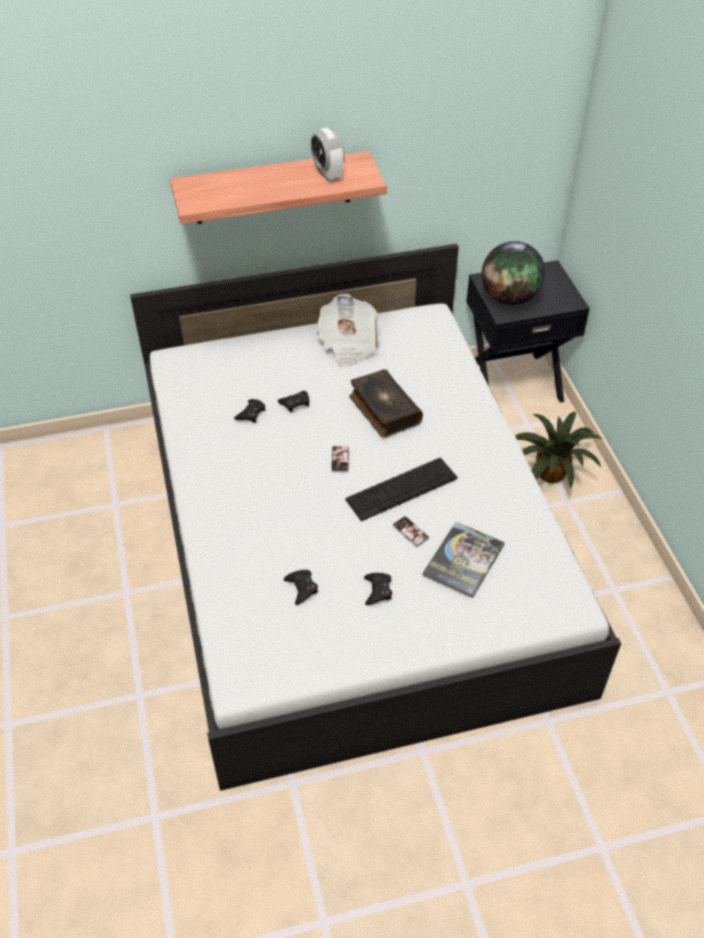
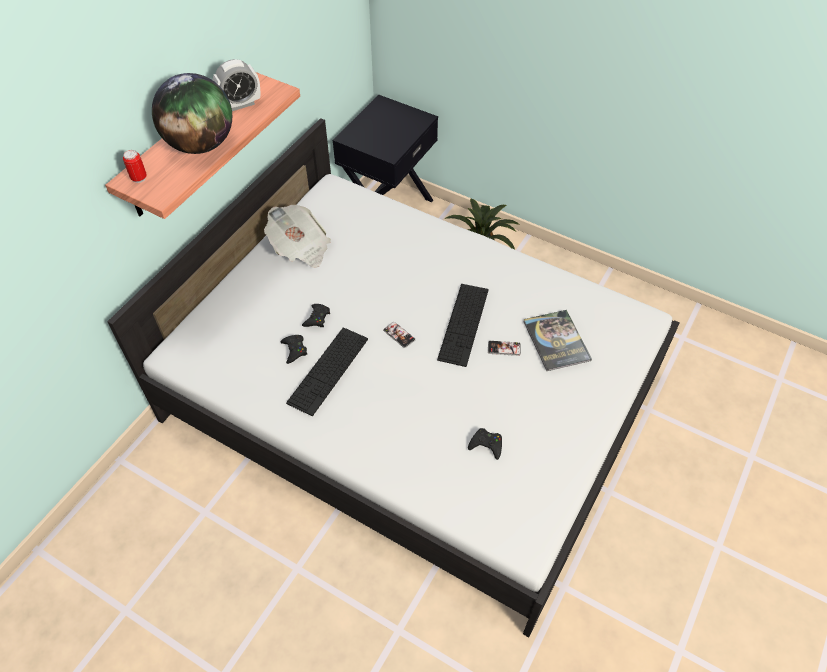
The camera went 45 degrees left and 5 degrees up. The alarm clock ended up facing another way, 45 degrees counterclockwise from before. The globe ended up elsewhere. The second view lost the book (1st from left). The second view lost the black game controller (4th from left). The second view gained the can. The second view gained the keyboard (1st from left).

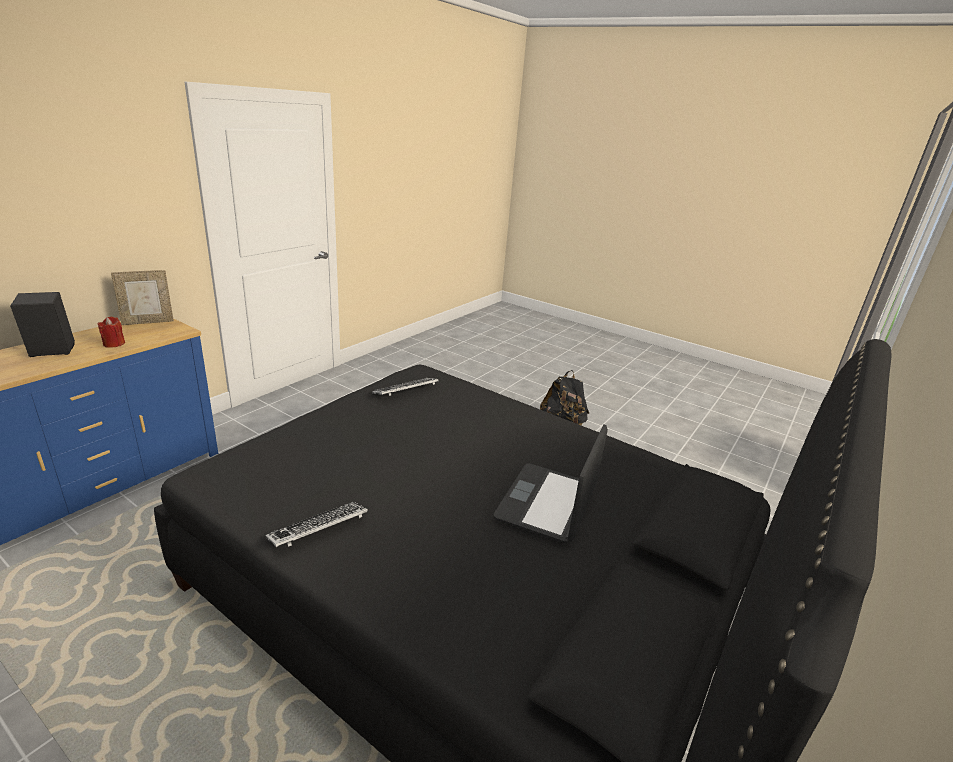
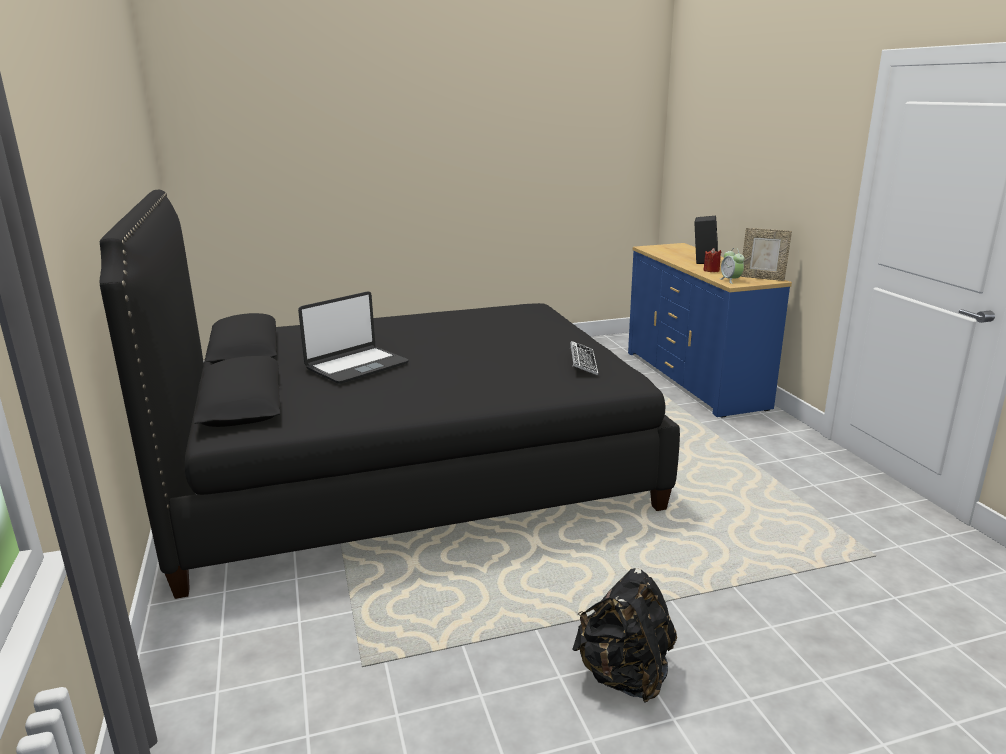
The camera went 130 degrees right and 5 degrees down. The picture frame ended up facing another way, 75 degrees counterclockwise from before. The laptop ended up facing another way, 75 degrees clockwise from before. The second view lost the keyboard (1st from left). The second view gained the alarm clock.

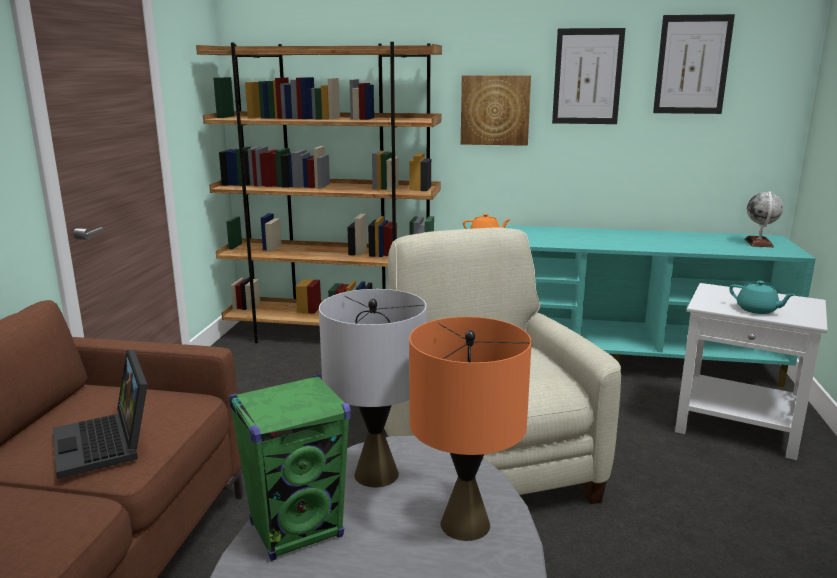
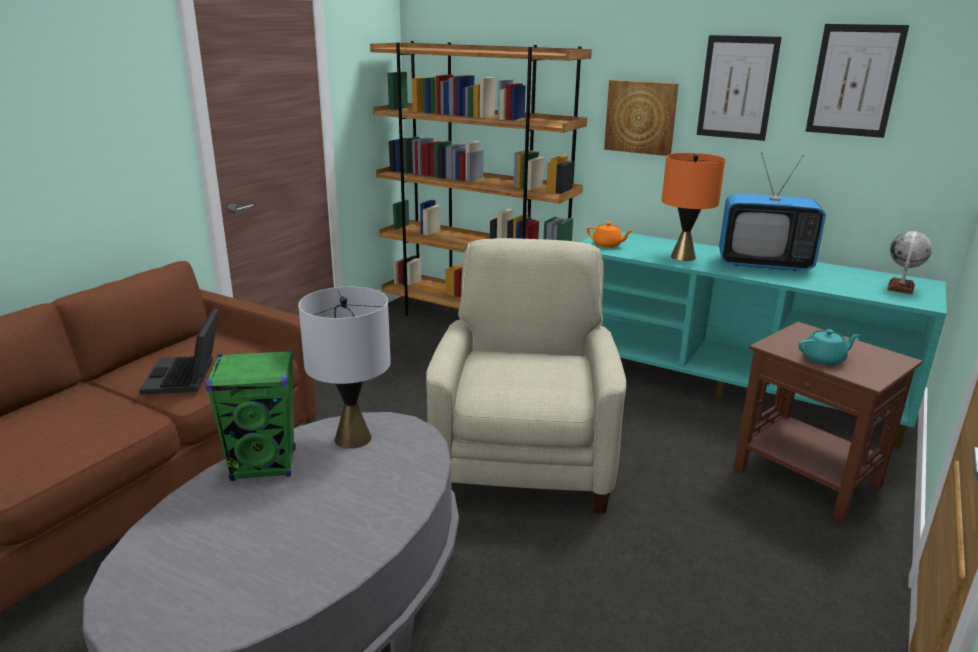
The camera went 20 degrees right and 5 degrees up. The turquoise teapot ended up facing another way, 75 degrees counterclockwise from before. What was the white side table turned into the brown side table. The orange table lamp ended up elsewhere. The second view gained the television.

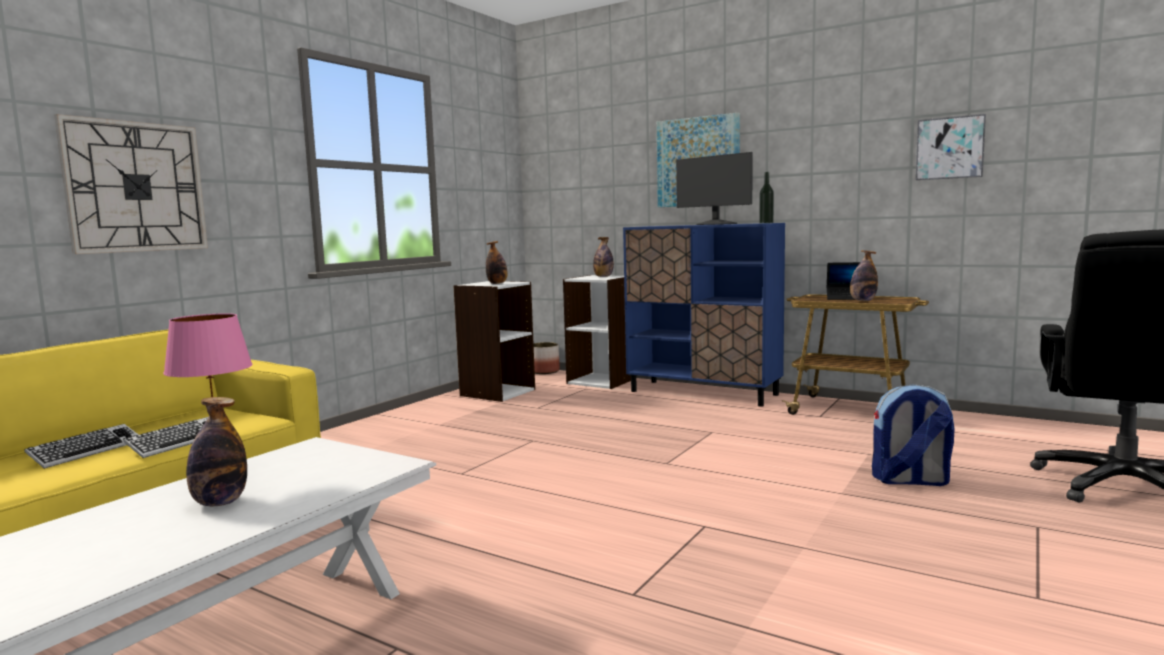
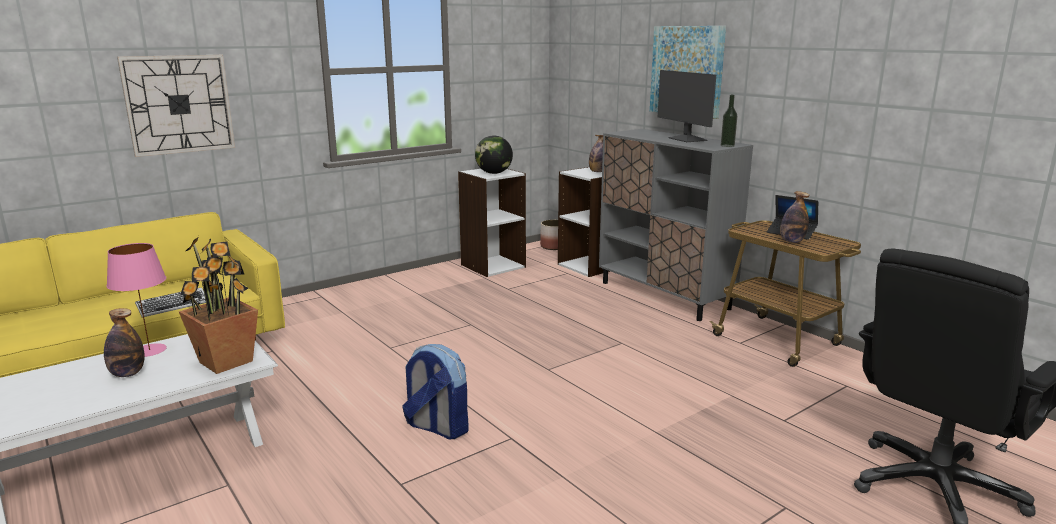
The camera went 20 degrees right and 10 degrees up. The second view lost the picture (2nd from left). What was the blue cabinet turned into the grey cabinet. Where the bottle (2nd from left) stood, the globe came to stand. The backpack ended up elsewhere. The second view lost the keyboard (1st from left). The second view gained the potted plant.

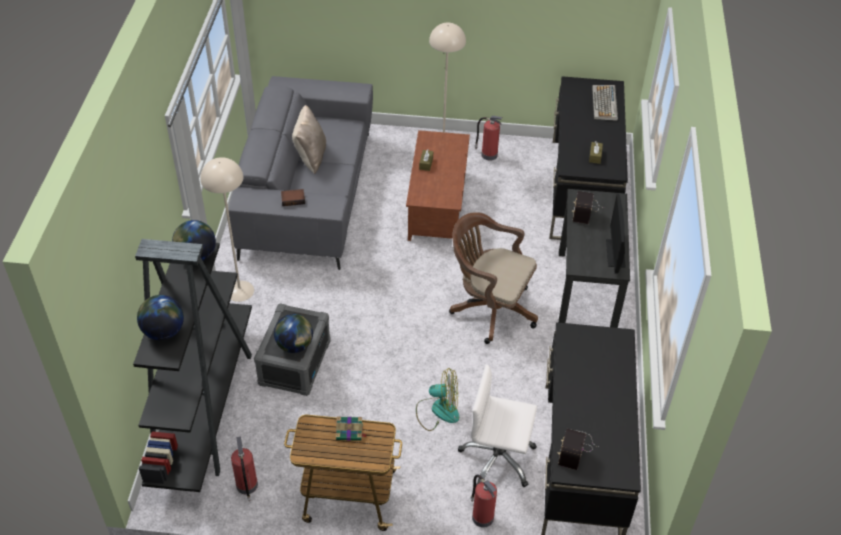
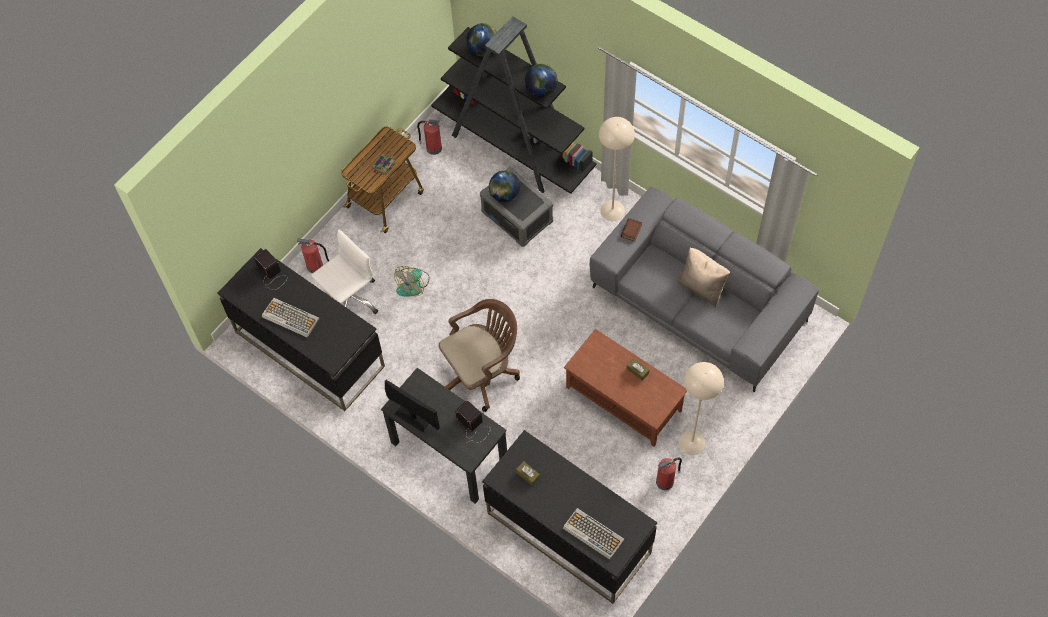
The camera went 125 degrees right and 15 degrees up. The second view gained the keyboard (1st from left).

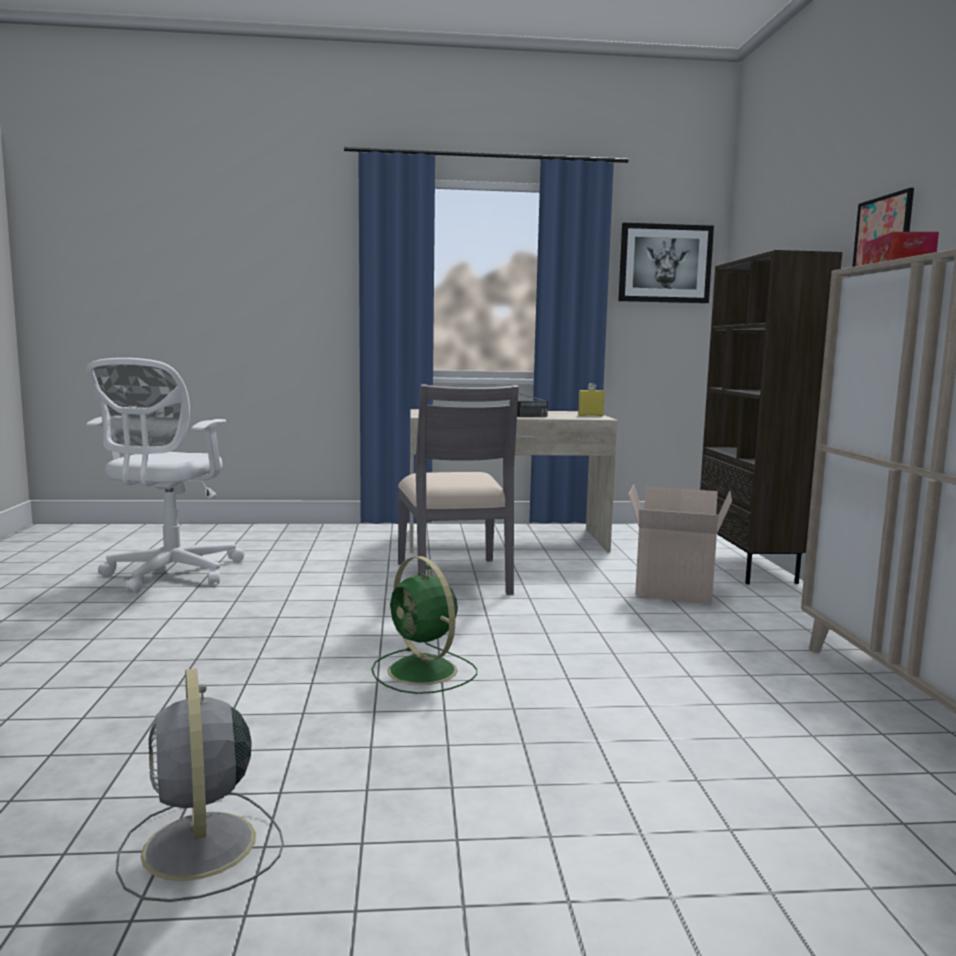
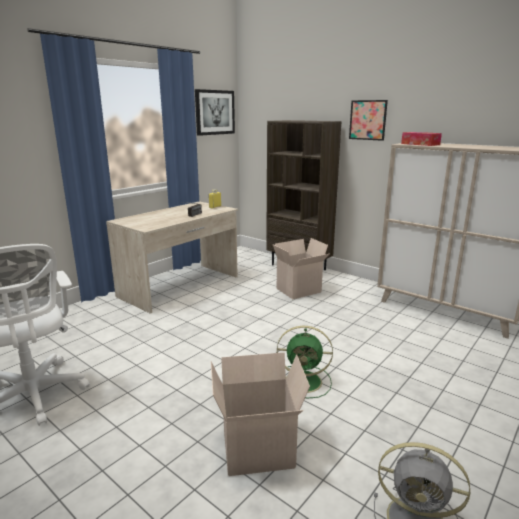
The camera went 45 degrees left and 10 degrees up. The second view lost the grey chair. The second view gained the cardboard box (1st from left).

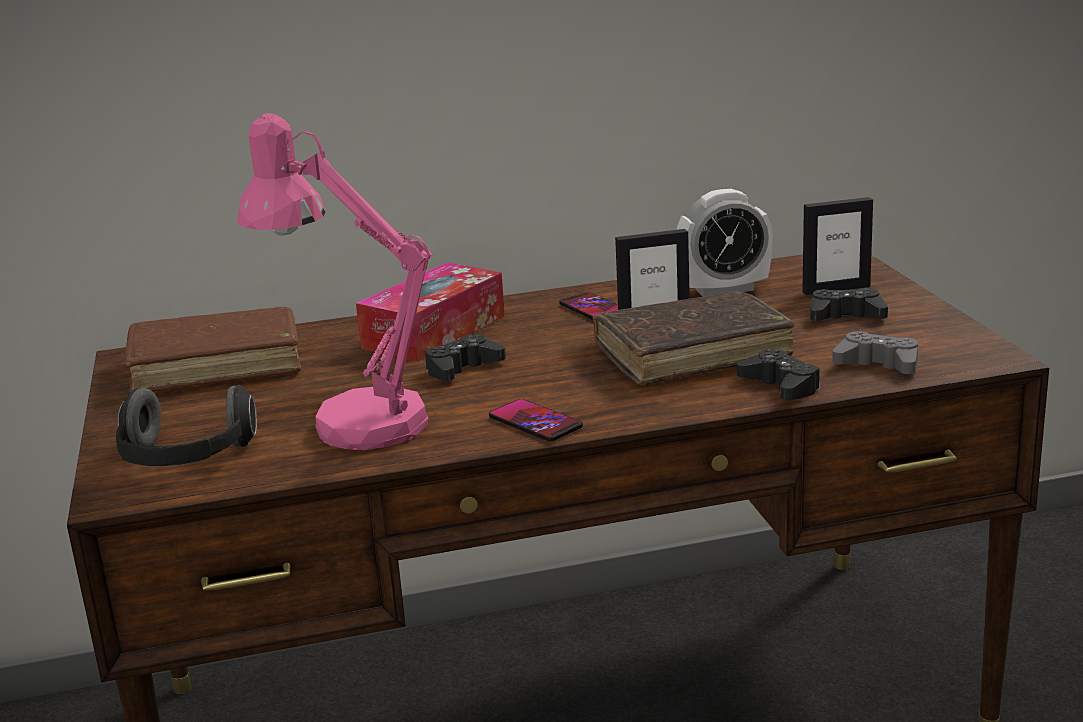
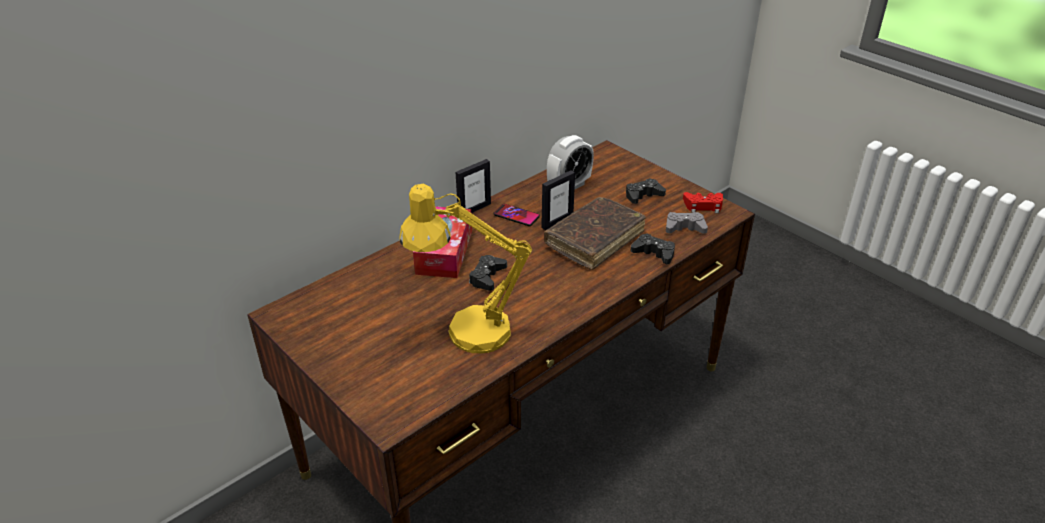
The camera went 30 degrees left and 15 degrees up. What was the pink table lamp turned into the yellow table lamp. The picture frame (2nd from left in the first image) ended up elsewhere. The second view lost the brown book (1st from left). The second view lost the headphones. The second view lost the phone (1st from left). The second view gained the red game controller.

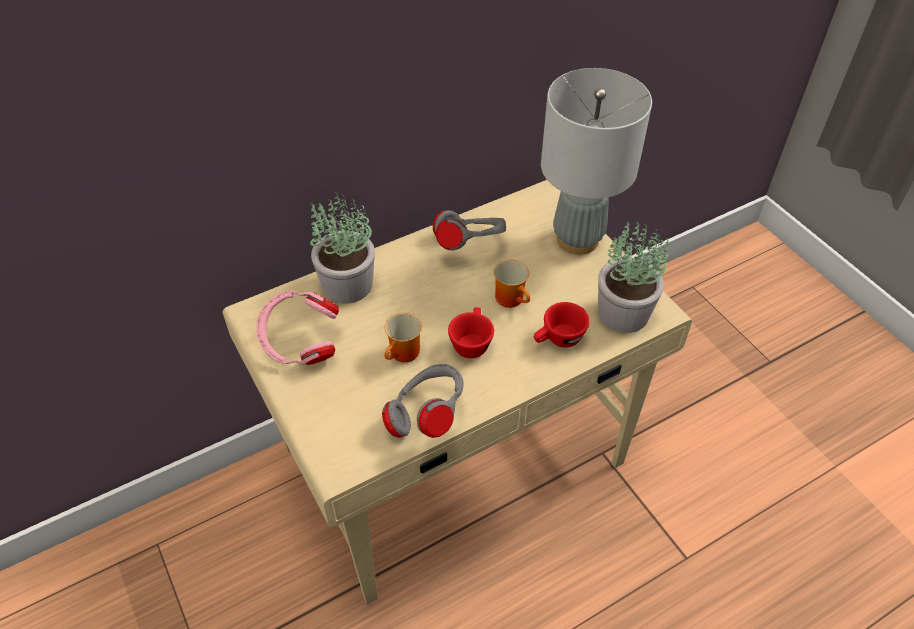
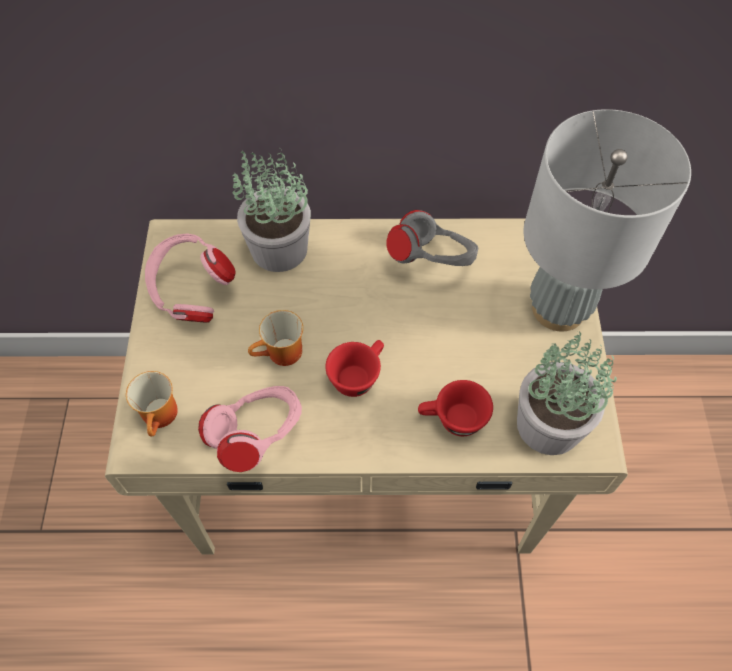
The camera went 30 degrees right and 10 degrees up. The mug (2nd from left in the first image) ended up elsewhere. What was the grey headphones (1st from left) turned into the pink headphones (2nd from left).

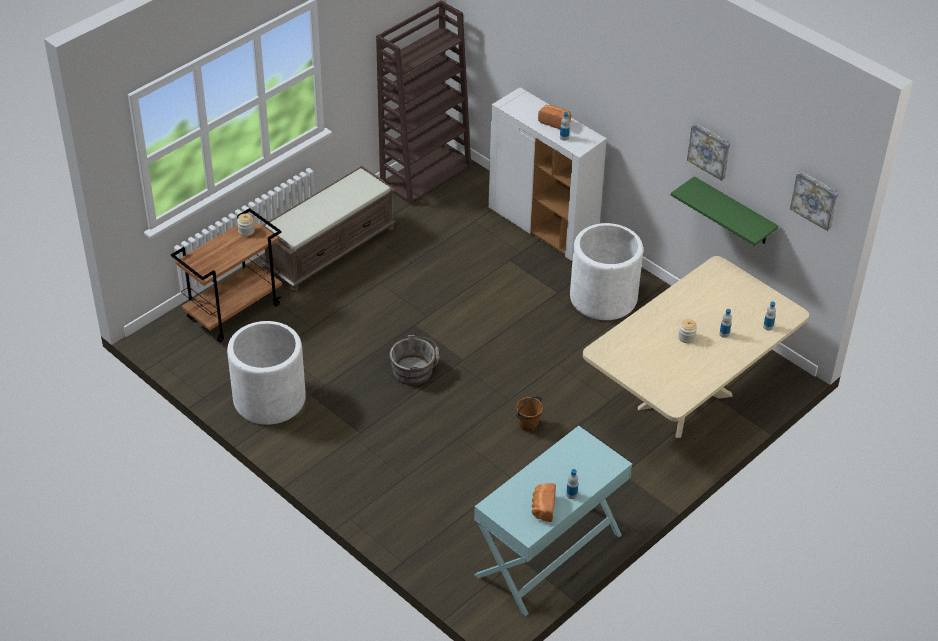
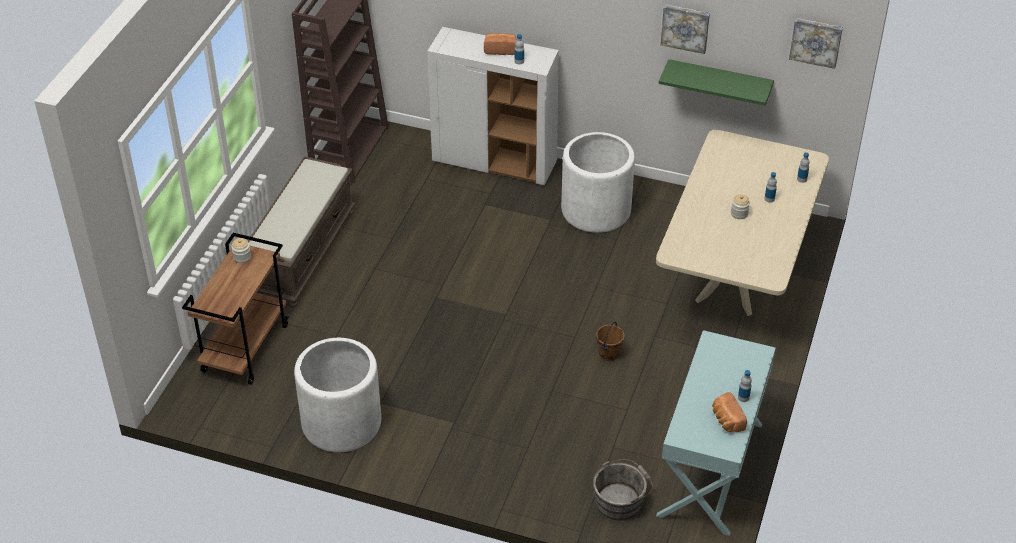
The camera went 25 degrees left and 0 degrees up. The grey bucket ended up elsewhere.

